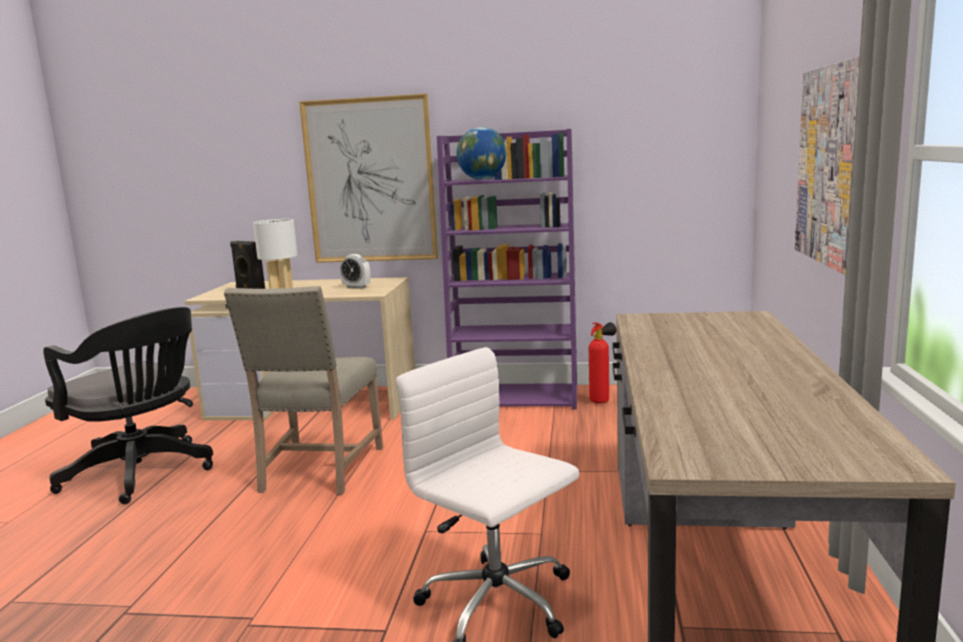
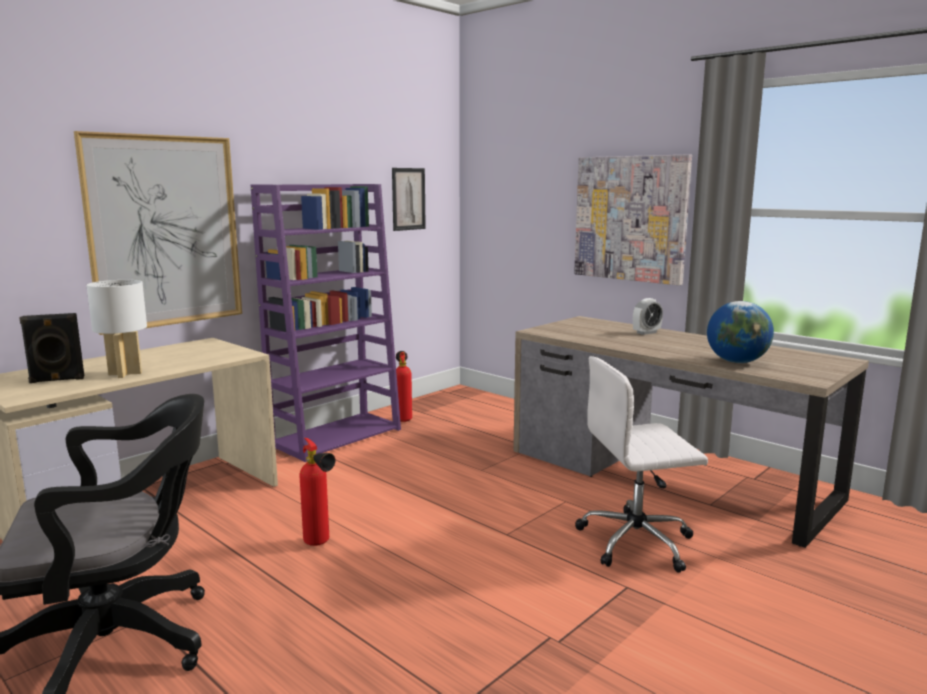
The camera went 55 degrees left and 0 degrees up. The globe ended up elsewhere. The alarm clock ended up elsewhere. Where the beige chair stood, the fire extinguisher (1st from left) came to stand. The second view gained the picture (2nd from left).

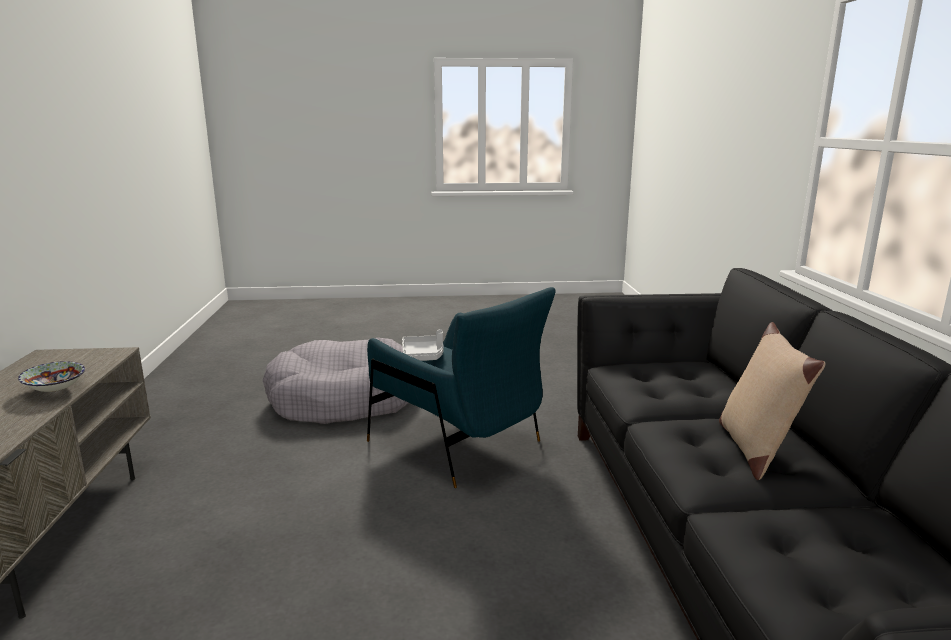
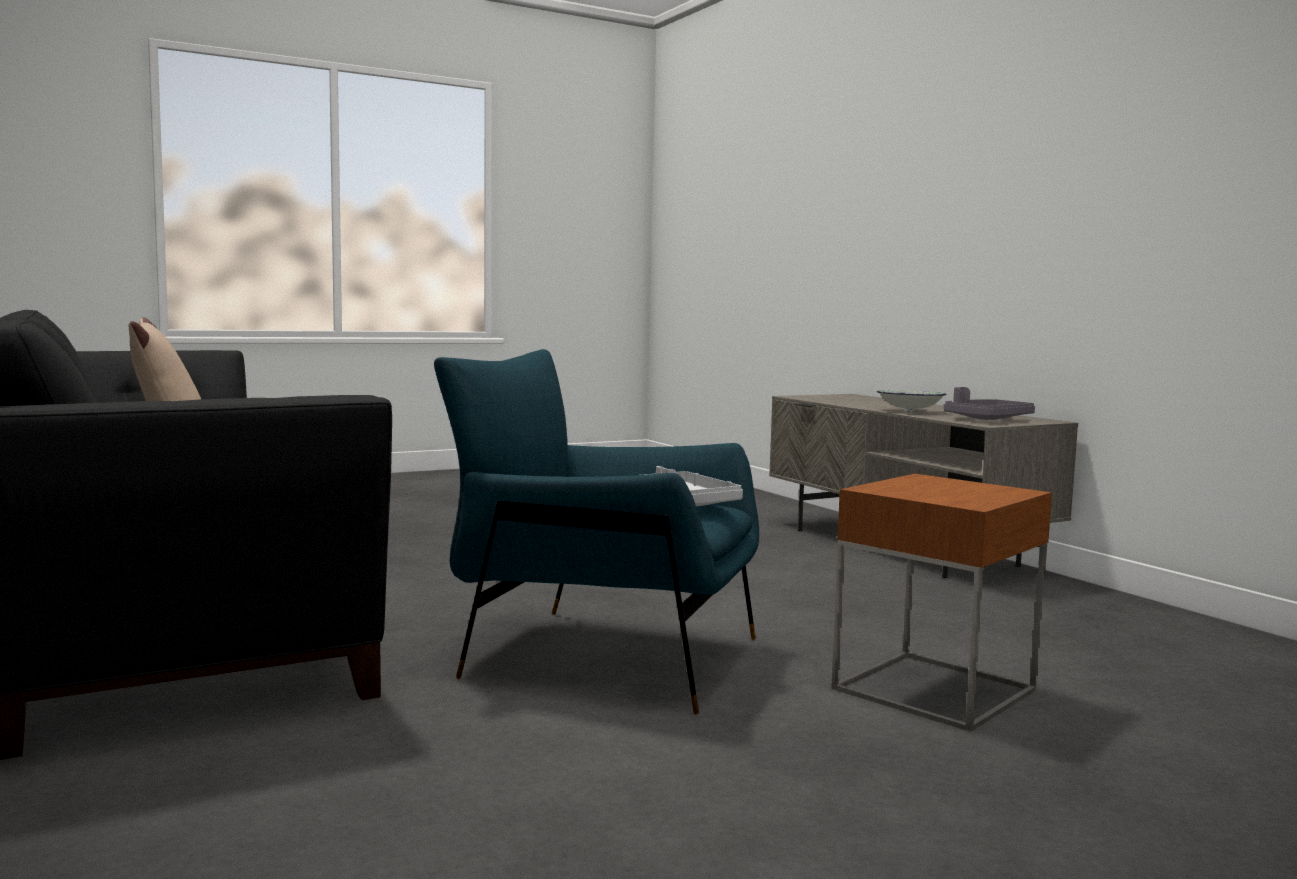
The camera went 155 degrees right and 10 degrees down. Where the grey dog bed stood, the brown side table came to stand. The second view gained the grey tray (2nd from left).

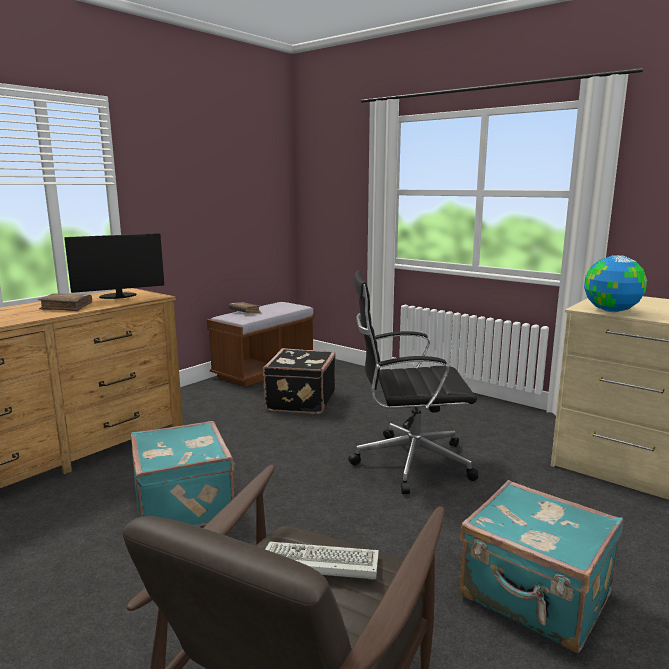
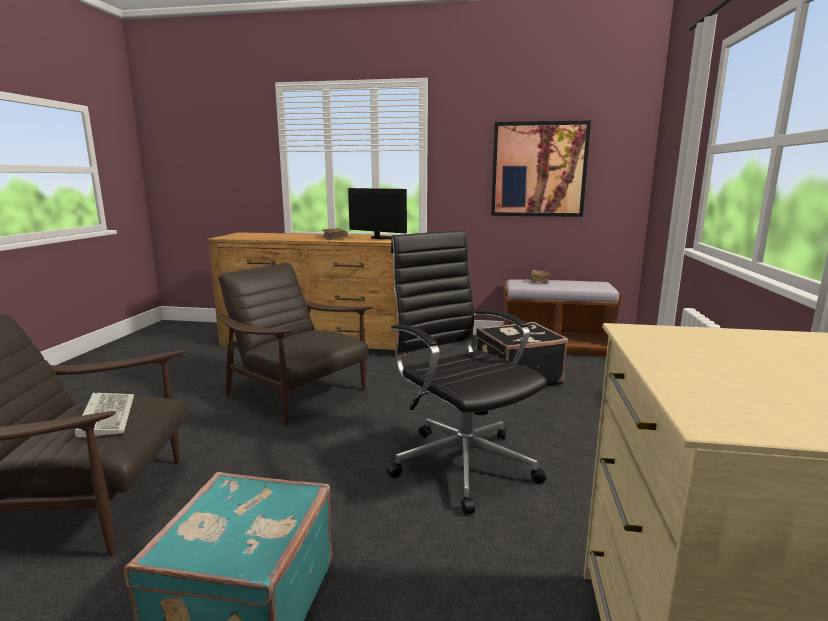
The camera went 60 degrees right and 0 degrees up. The second view lost the globe. Where the turquoise suitcase (1st from left) stood, the brown armchair (2nd from left) came to stand. The second view gained the picture.

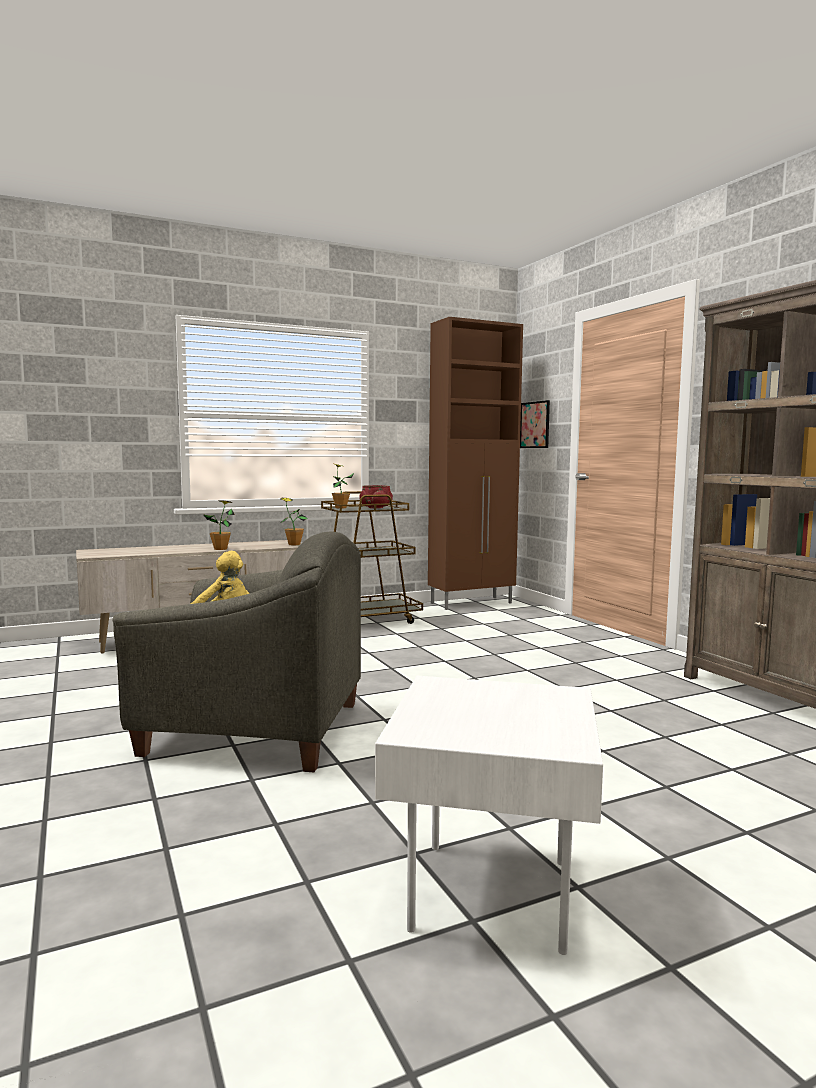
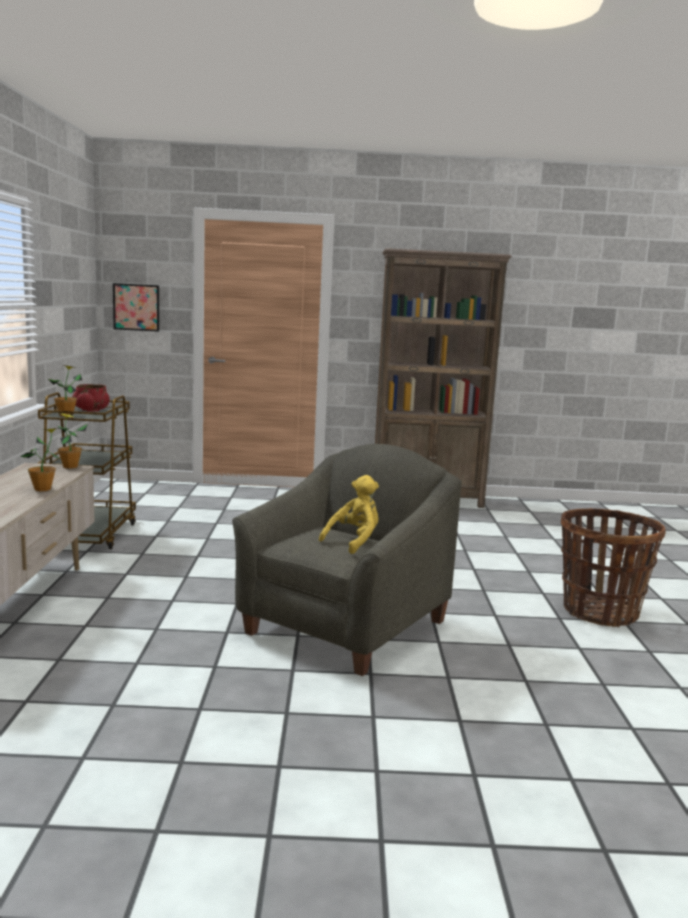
The camera went 65 degrees left and 5 degrees up. The second view lost the brown cabinet. Where the white side table stood, the basket came to stand.

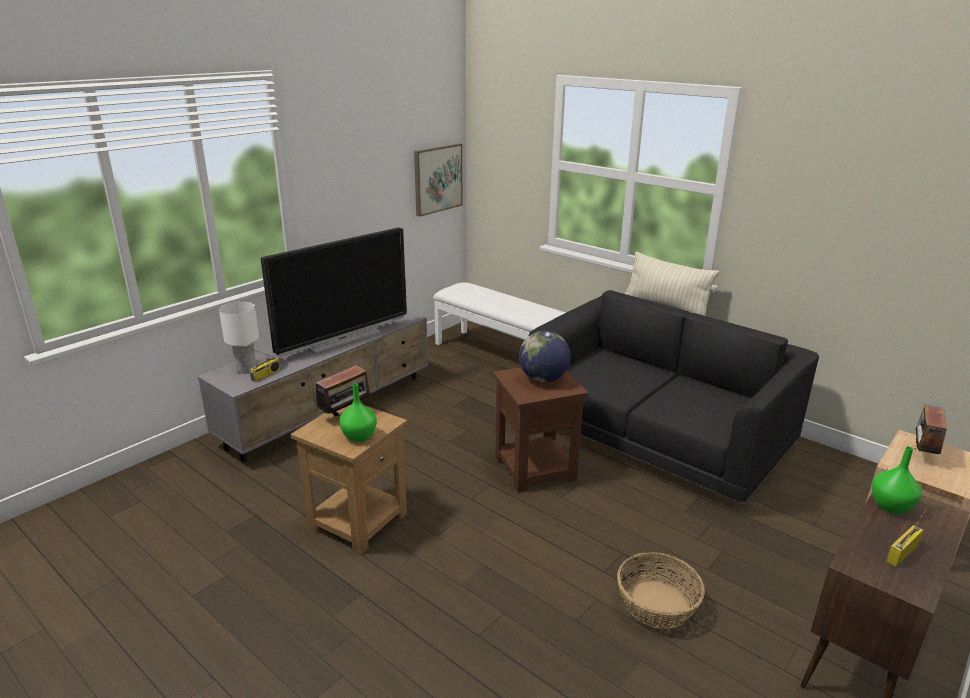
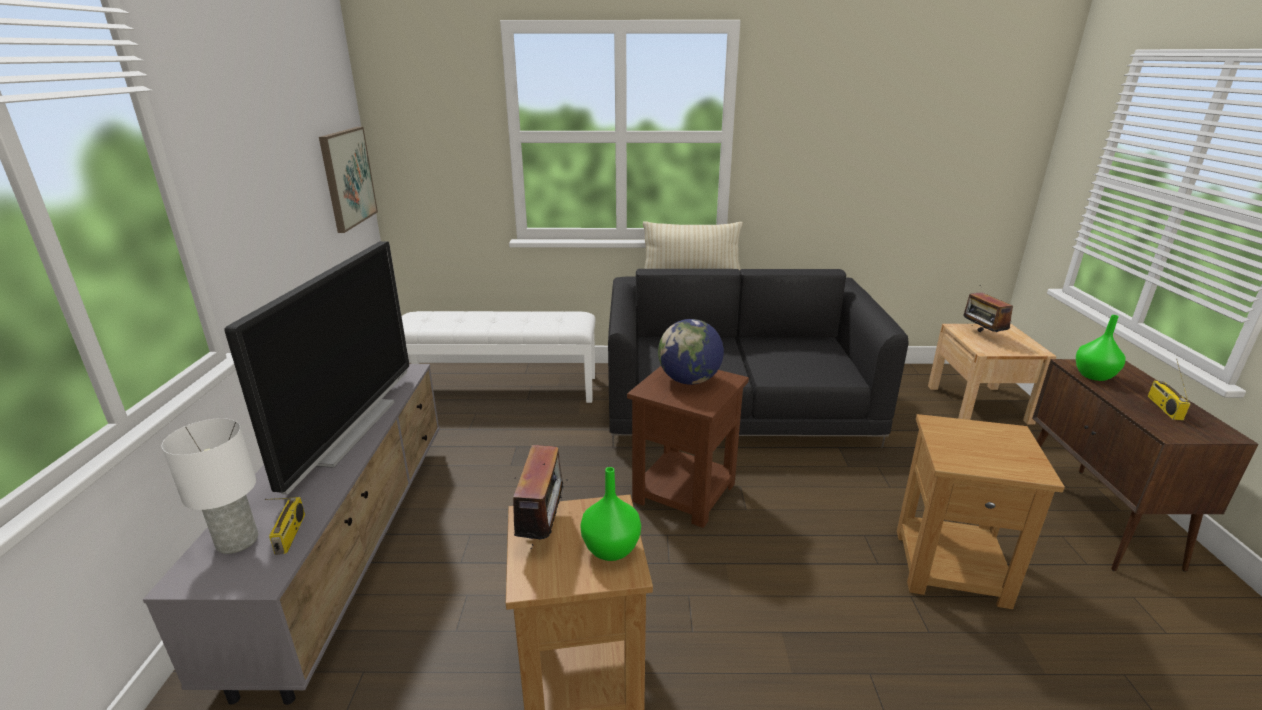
The camera went 40 degrees left and 0 degrees up. Where the basket stood, the brown side table (3rd from left) came to stand.

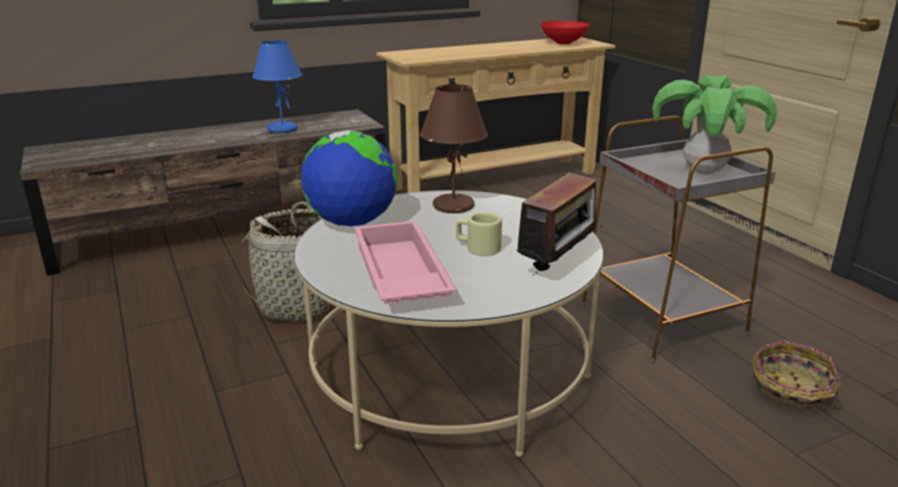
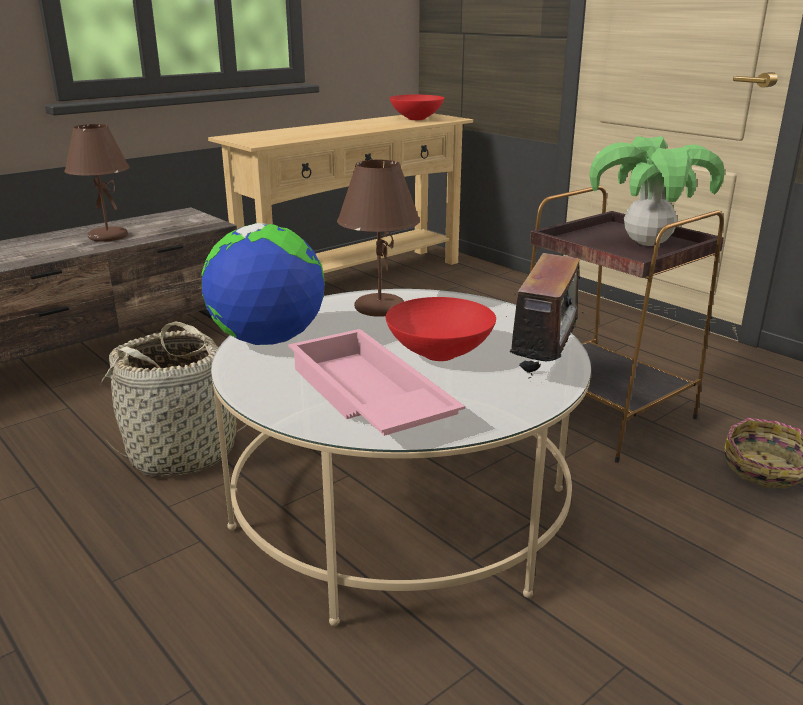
The camera went 15 degrees left and 0 degrees up. What was the blue table lamp turned into the brown table lamp (1st from left). What was the grey side table turned into the brown side table. Where the beige mug stood, the red bowl (2nd from left) came to stand.

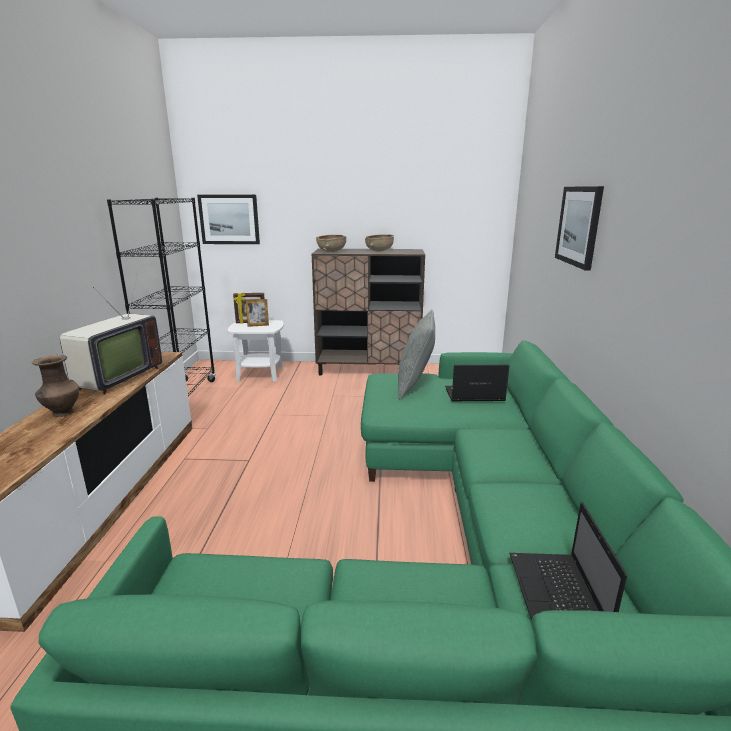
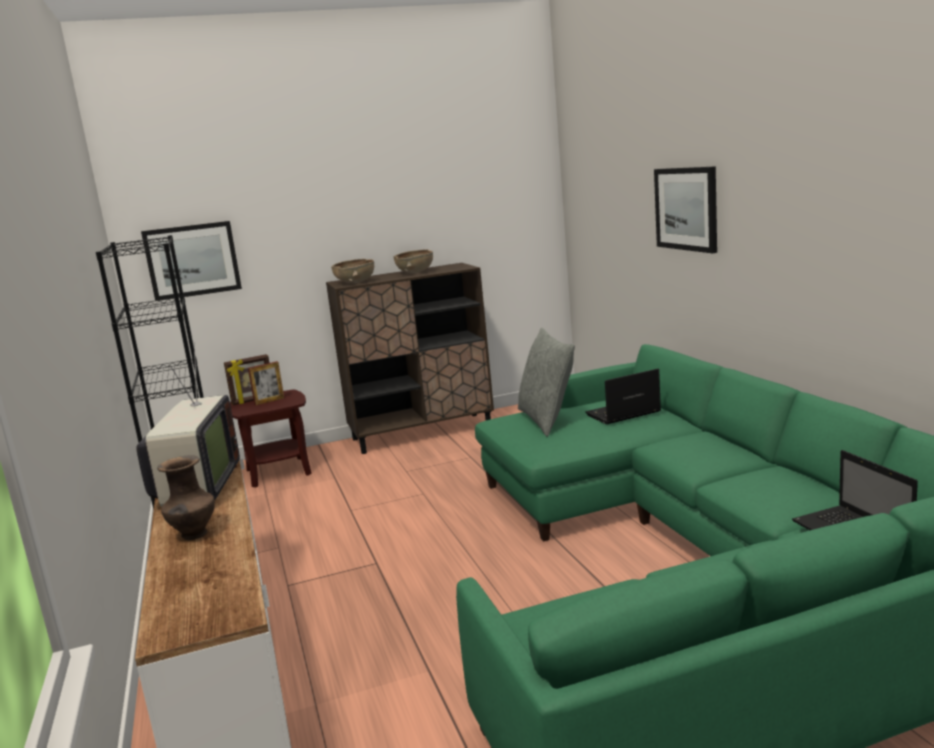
The camera went 20 degrees left and 5 degrees down. What was the white side table turned into the brown side table.

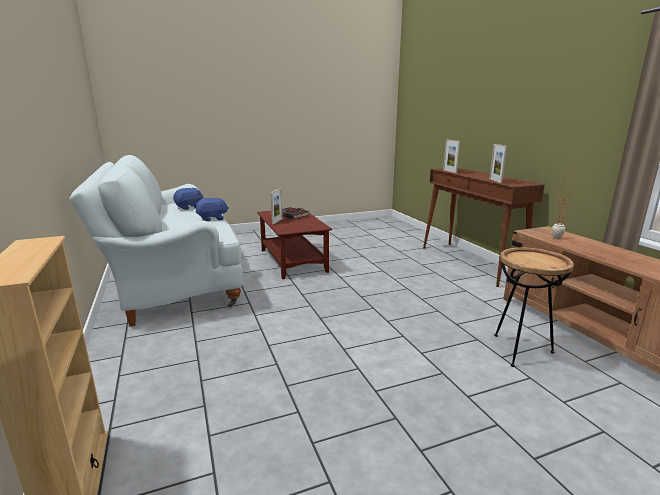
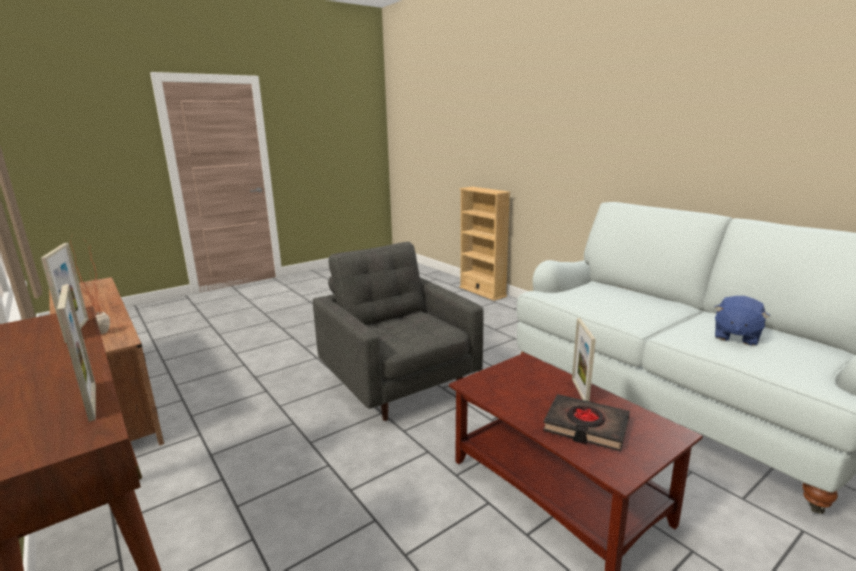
The camera went 165 degrees right and 0 degrees up. The second view lost the blue plush toy (2nd from left). The second view lost the brown side table. The second view gained the grey armchair.

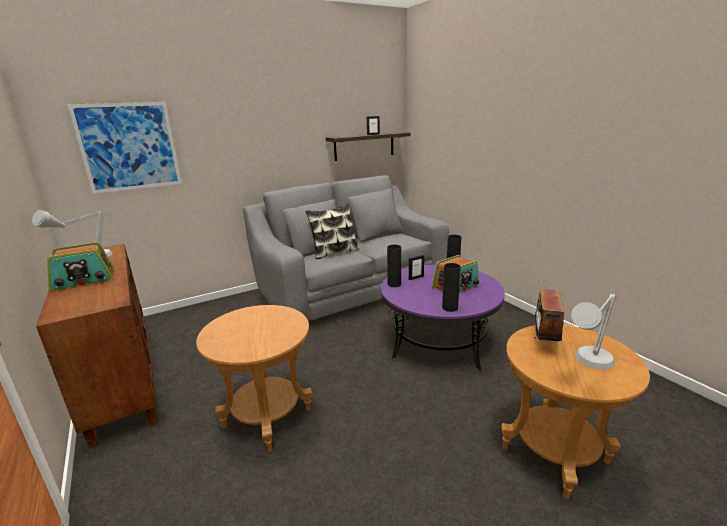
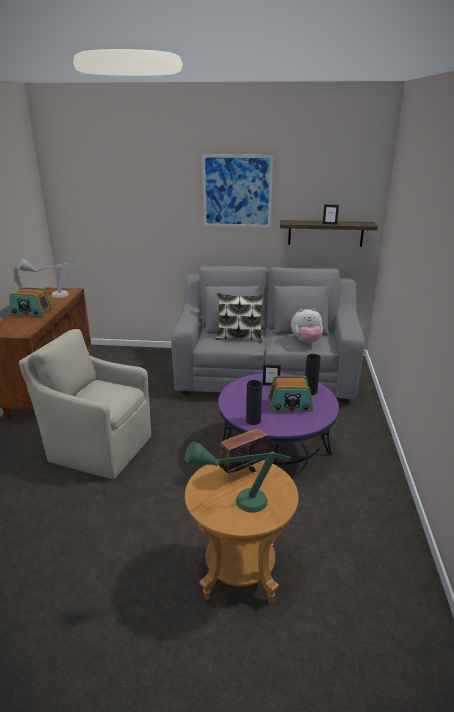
The camera went 35 degrees right and 5 degrees up. The picture ended up elsewhere. The second view lost the black vase (1st from left). What was the grey table lamp (2nd from left) turned into the green table lamp. Where the brown side table (1st from left) stood, the beige armchair came to stand. The second view gained the plush toy.

